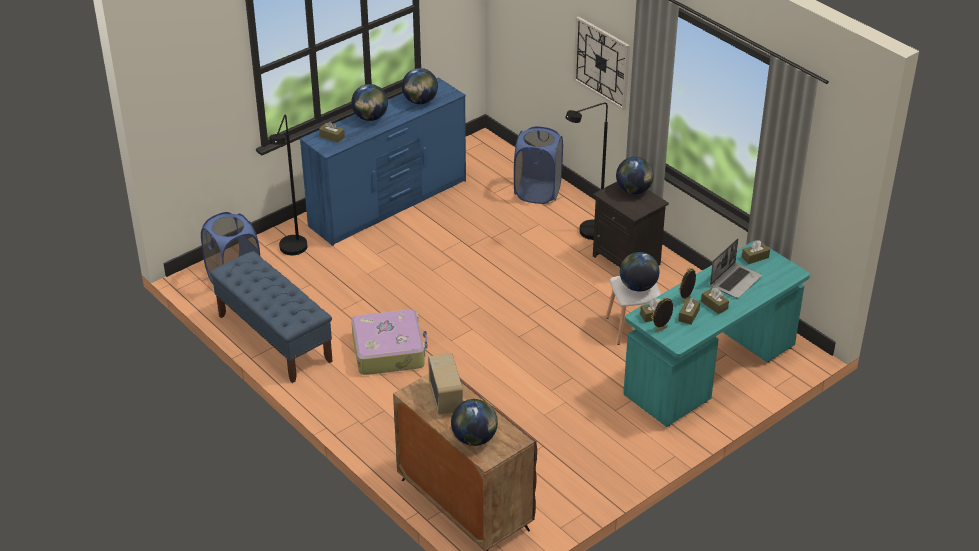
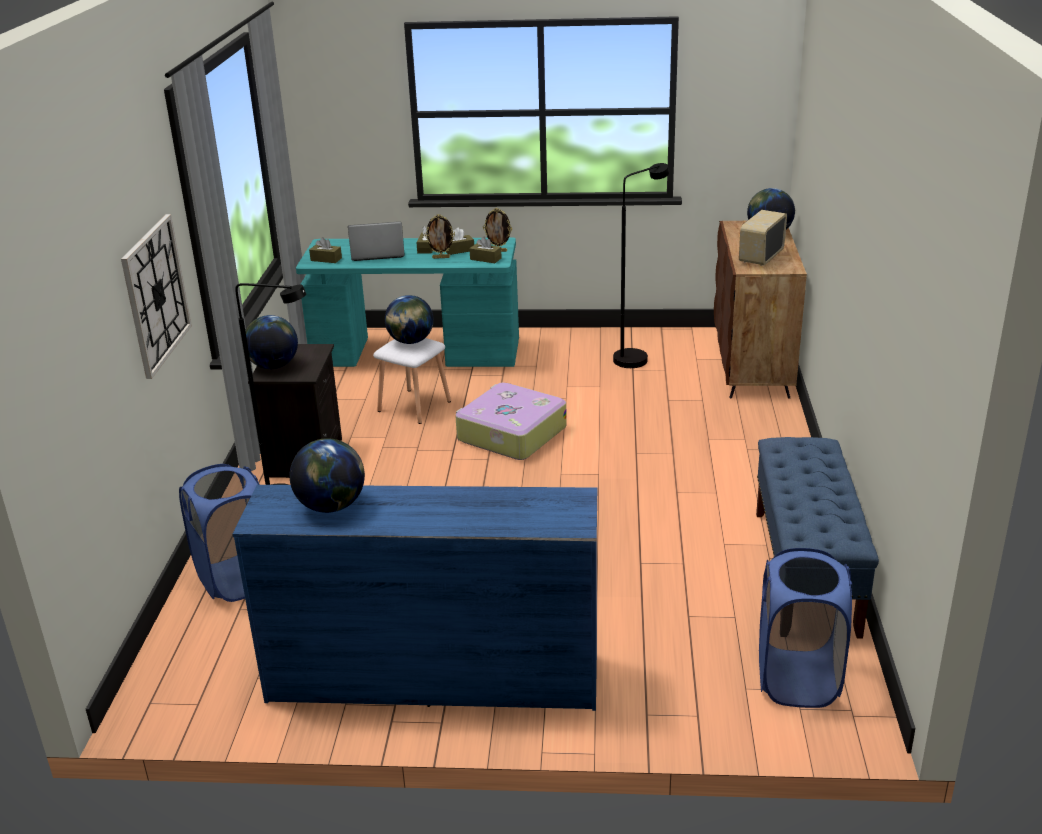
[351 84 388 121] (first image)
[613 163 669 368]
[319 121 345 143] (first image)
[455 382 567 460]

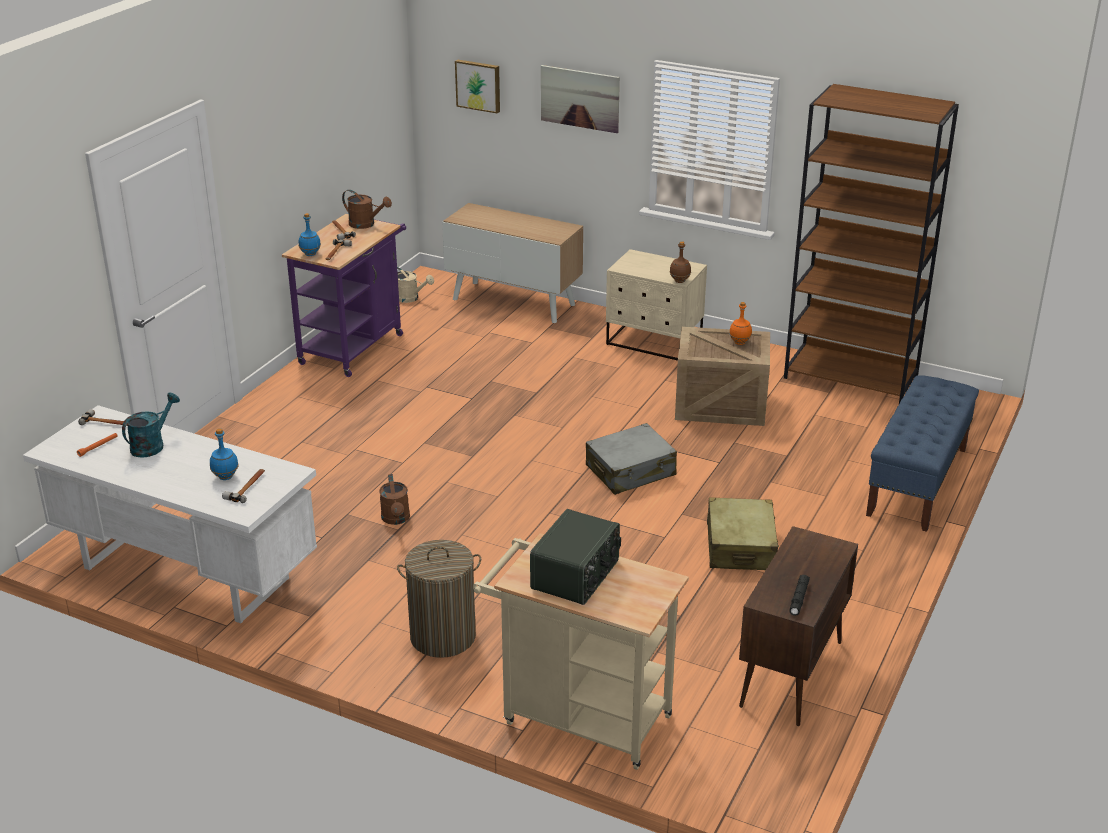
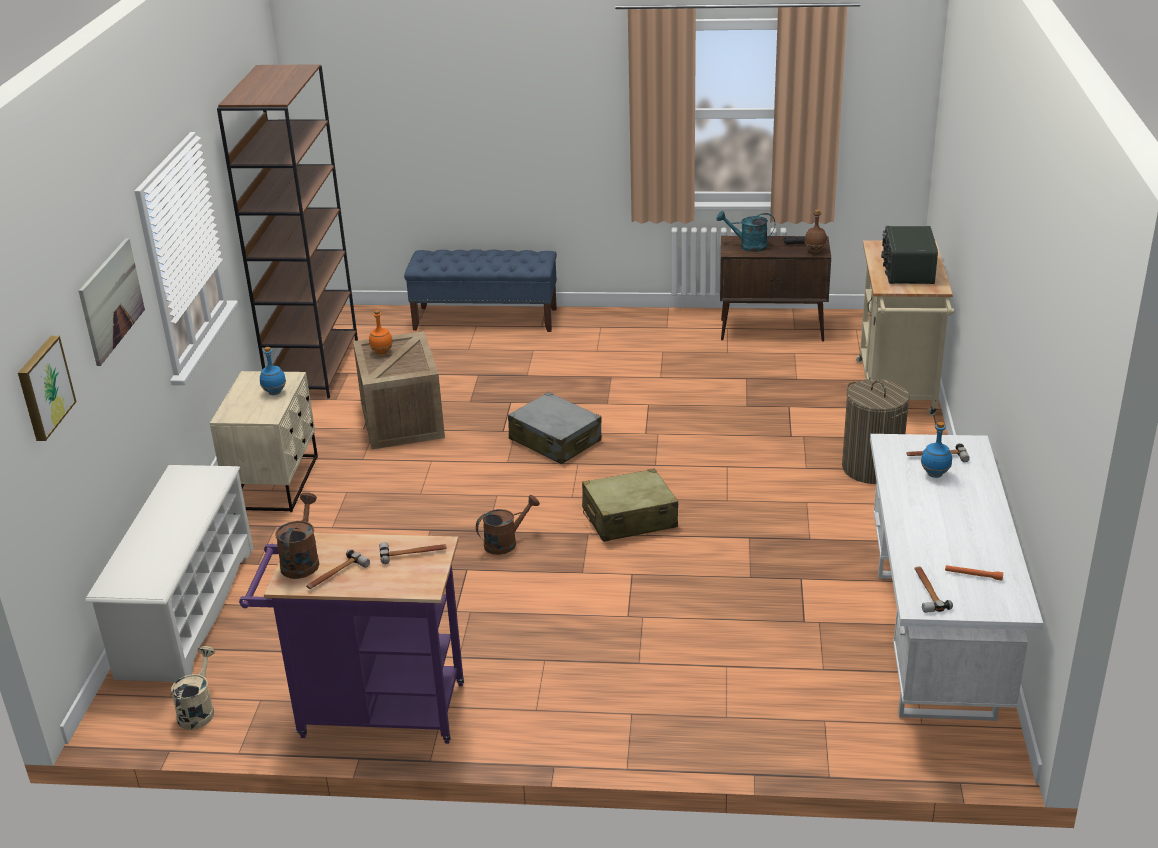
[85 465 253 682]
[260 347 286 395]
[805 210 827 253]
[716 211 775 252]
[476 495 540 555]
[582 469 678 542]
[881 226 938 284]

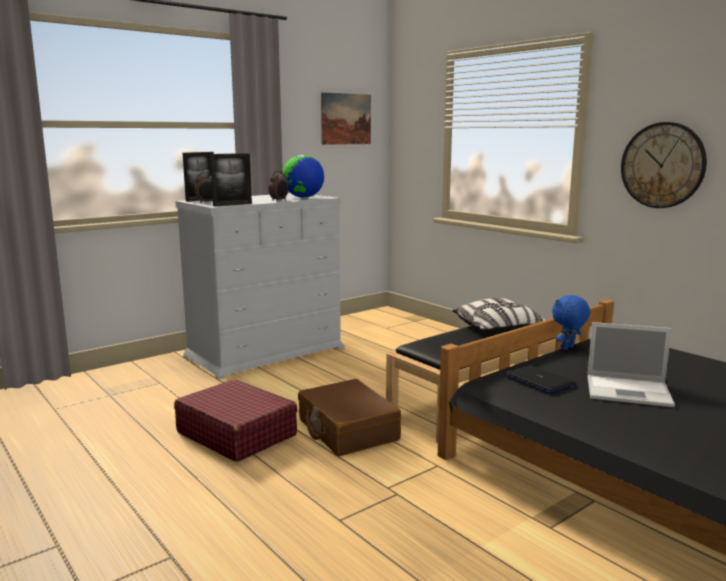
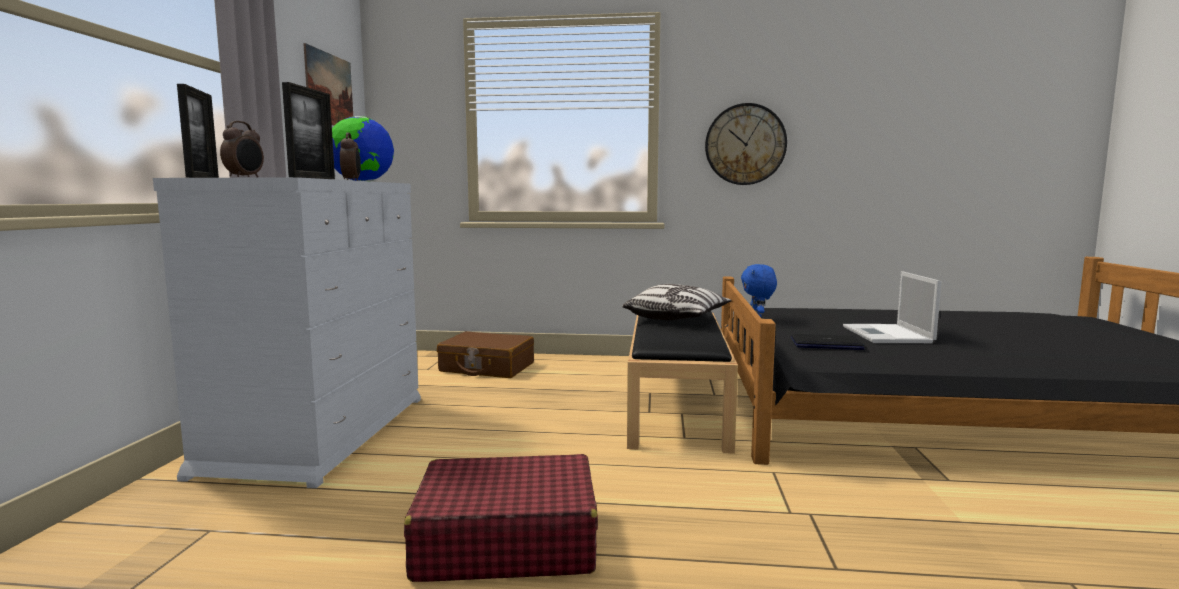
[843 271 941 343]
[437 331 534 378]

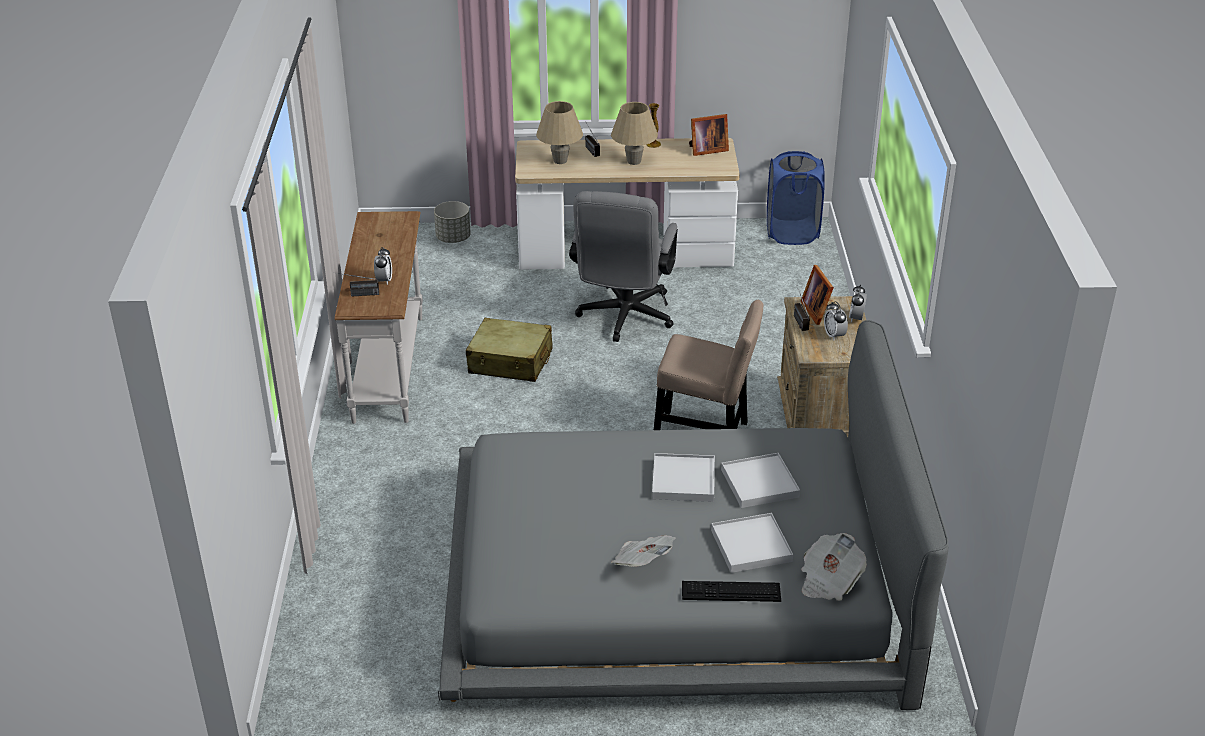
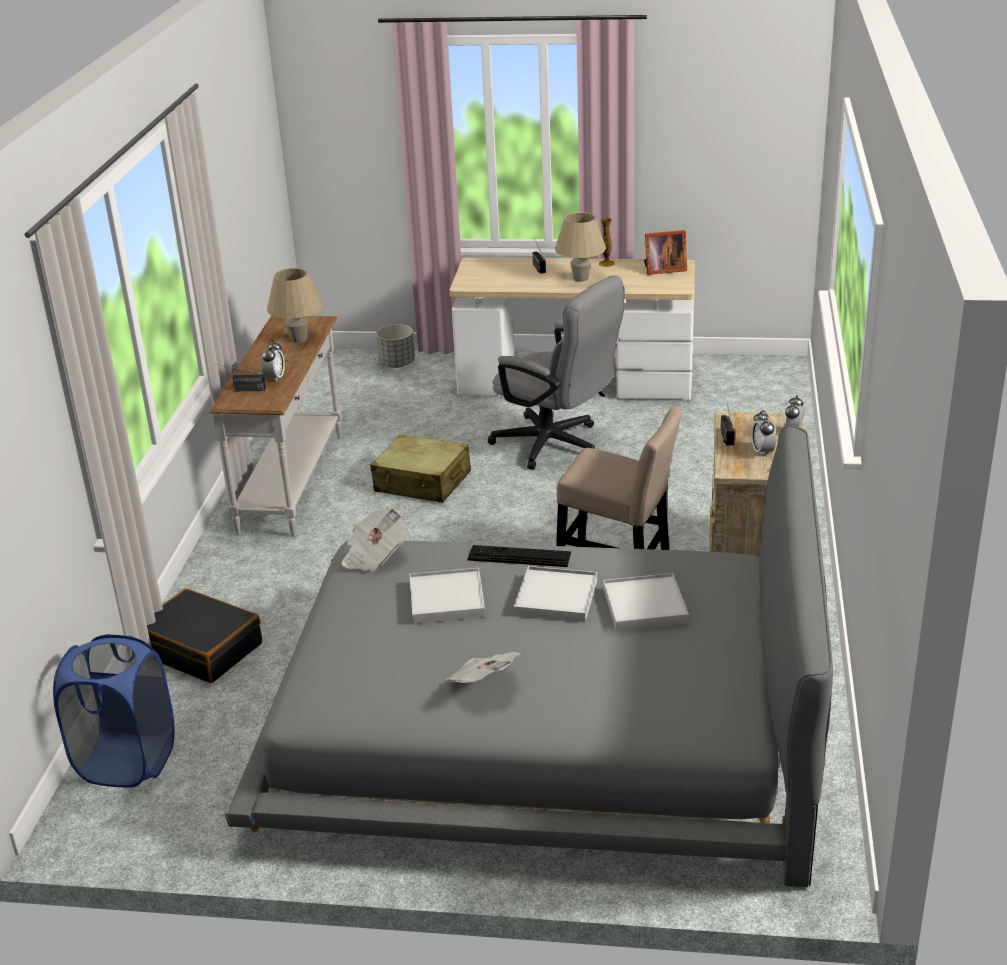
[267 268 323 343]
[53 634 174 788]
[488 275 625 470]
[801 265 834 325] (first image)
[409 568 485 624]
[341 508 408 572]
[468 545 571 567]
[147 589 262 683]

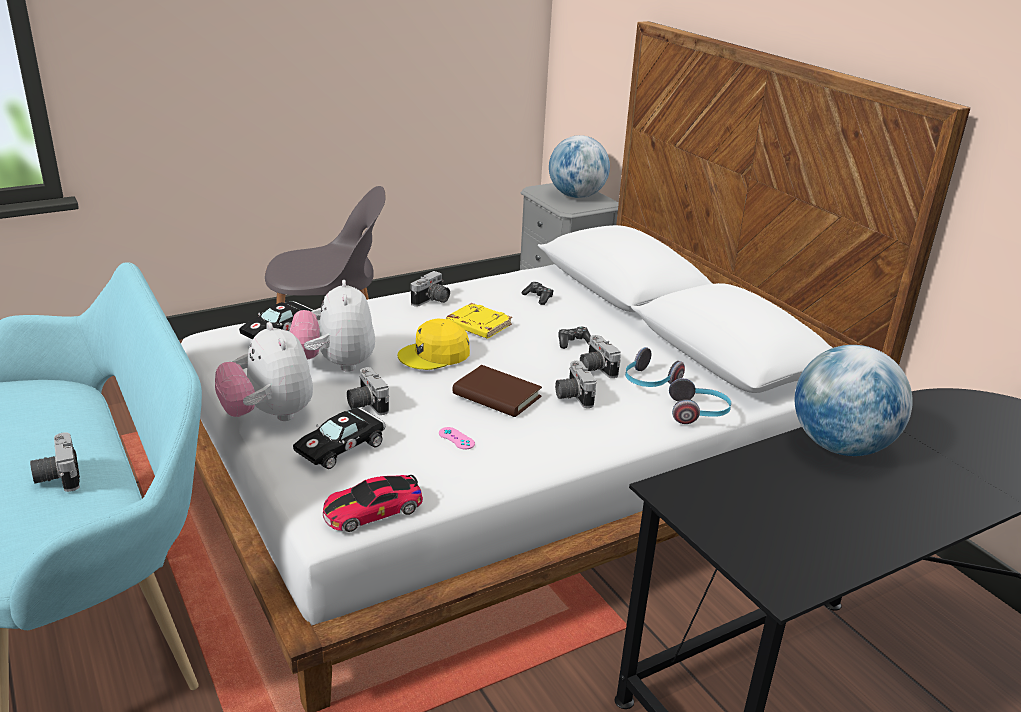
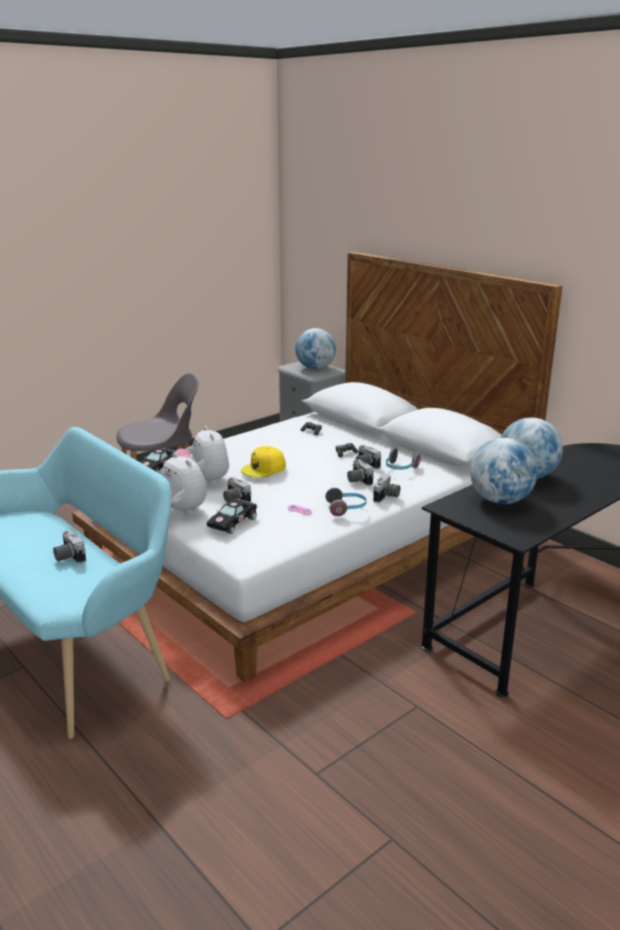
[373 474 400 503]
[446 303 512 339] (first image)
[452 365 542 417] (first image)
[325 488 366 516]
[323 475 423 532] (first image)
[470 438 538 504]

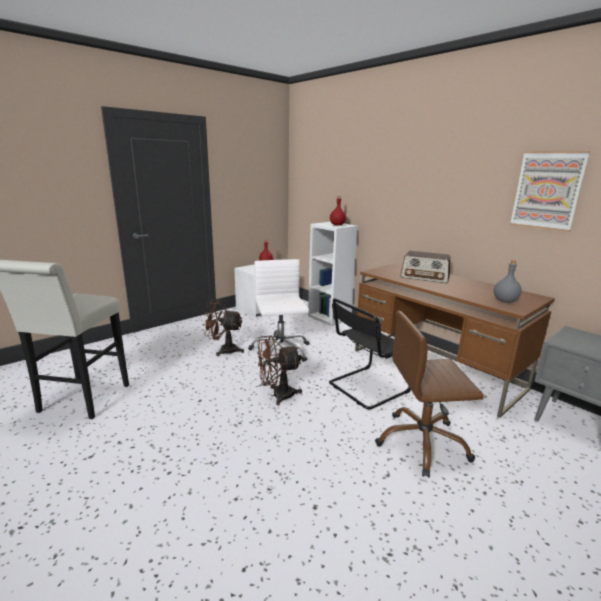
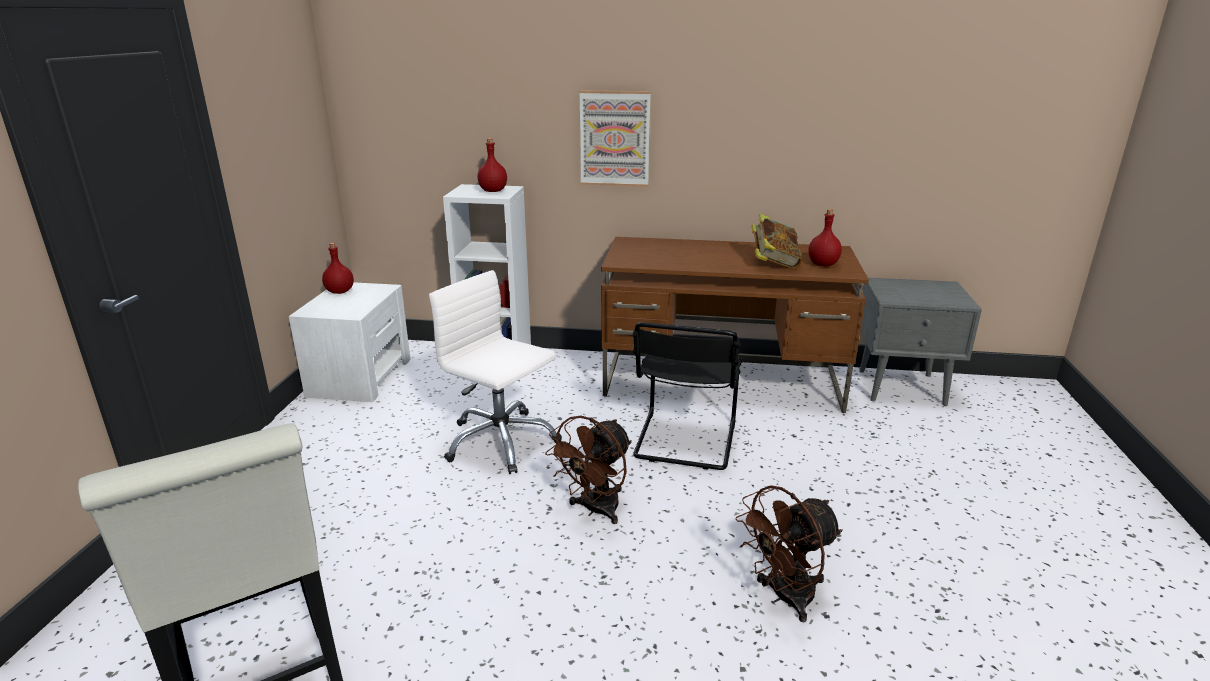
[579 90 651 187]
[400 251 450 283] (first image)
[808 209 842 266]
[736 485 843 623]
[375 311 484 478] (first image)
[751 214 802 269]

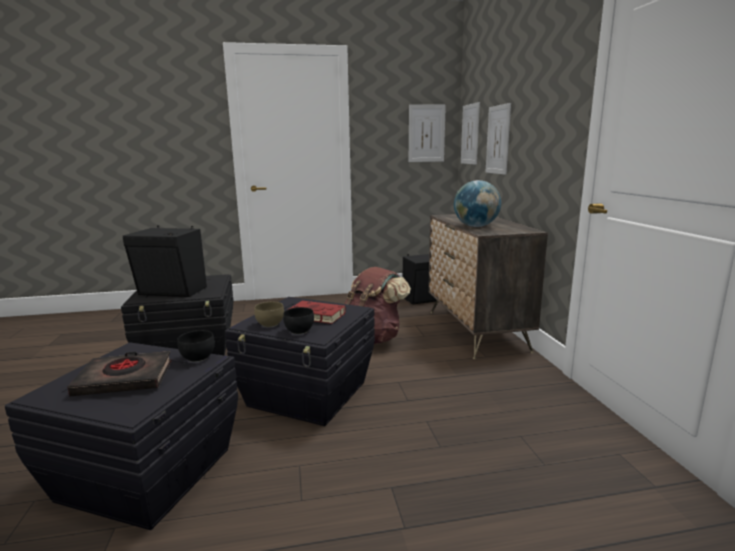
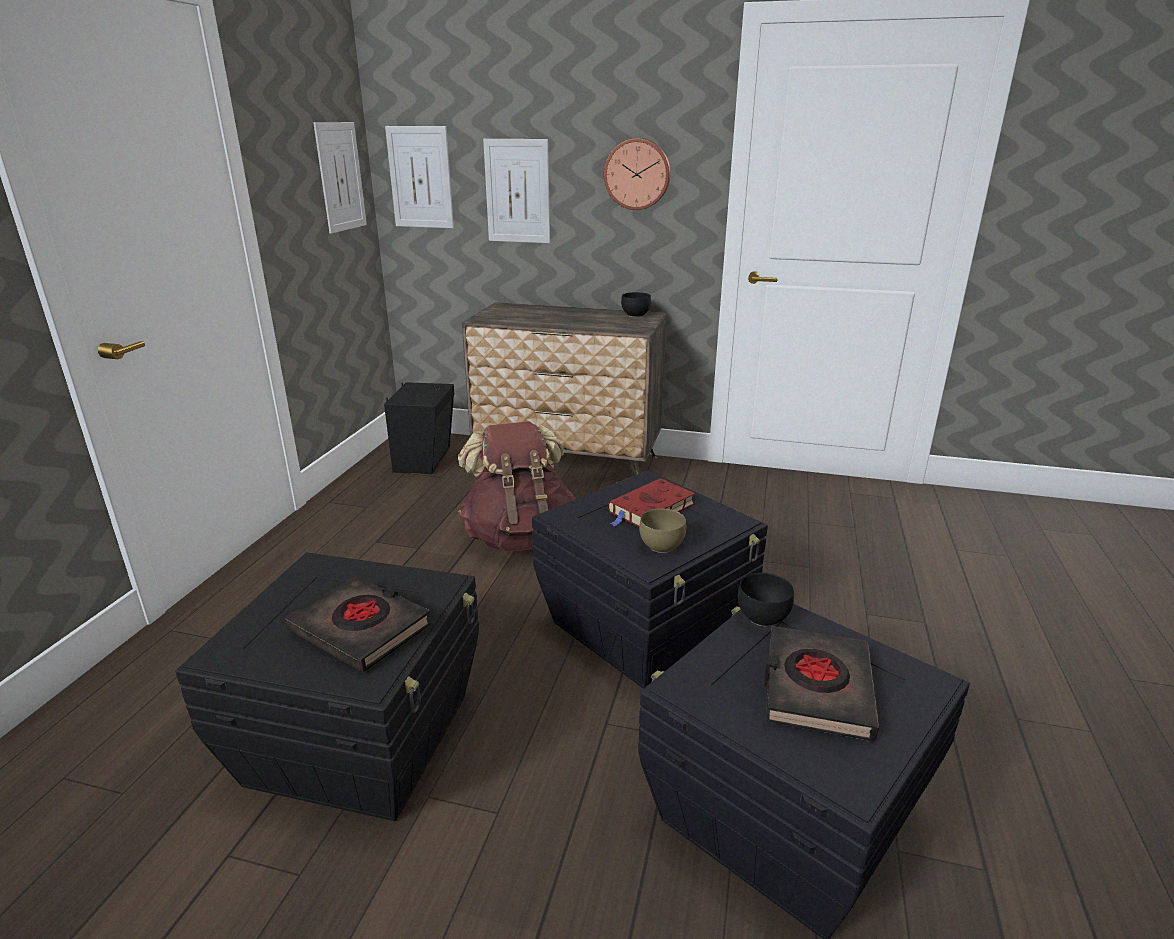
[454 180 501 227] (first image)
[285 576 432 673]
[621 292 651 317]
[604 138 670 210]

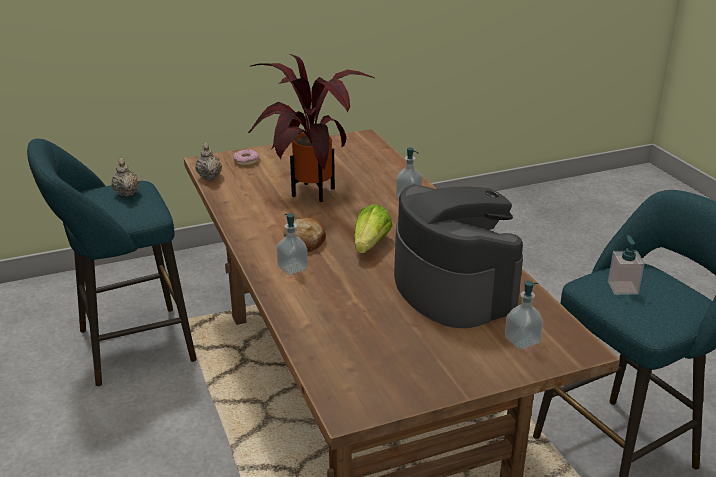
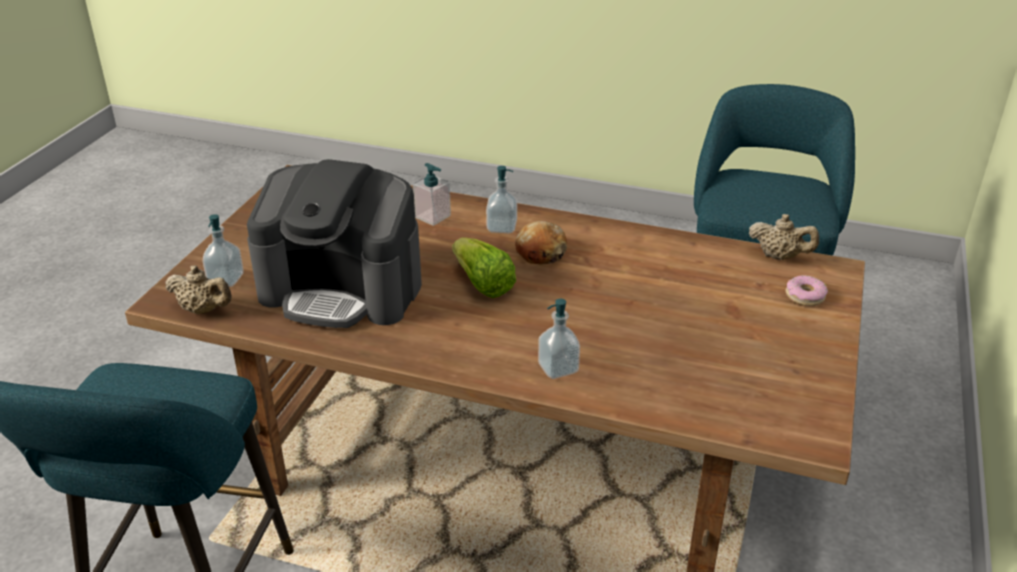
[248 54 376 202] (first image)
[165 265 232 314]
[413 163 451 226]

